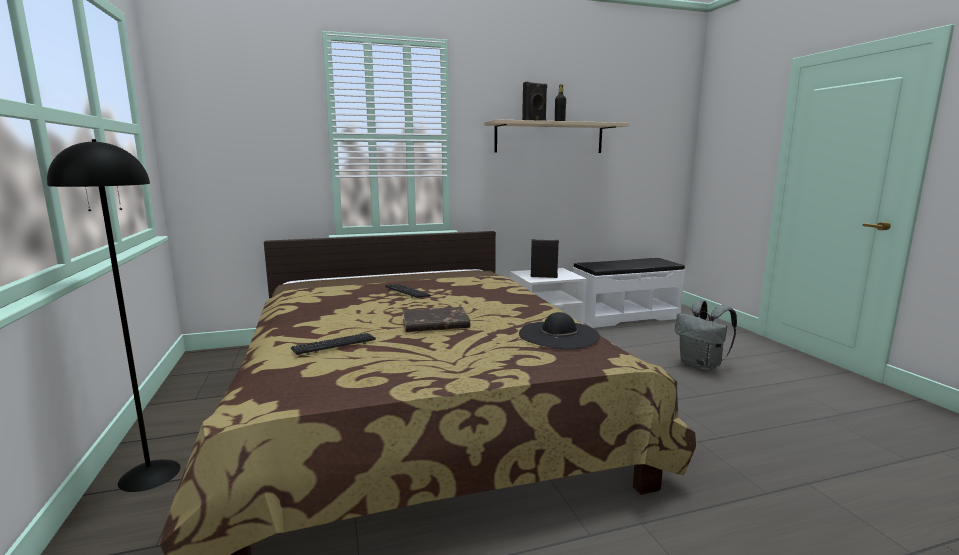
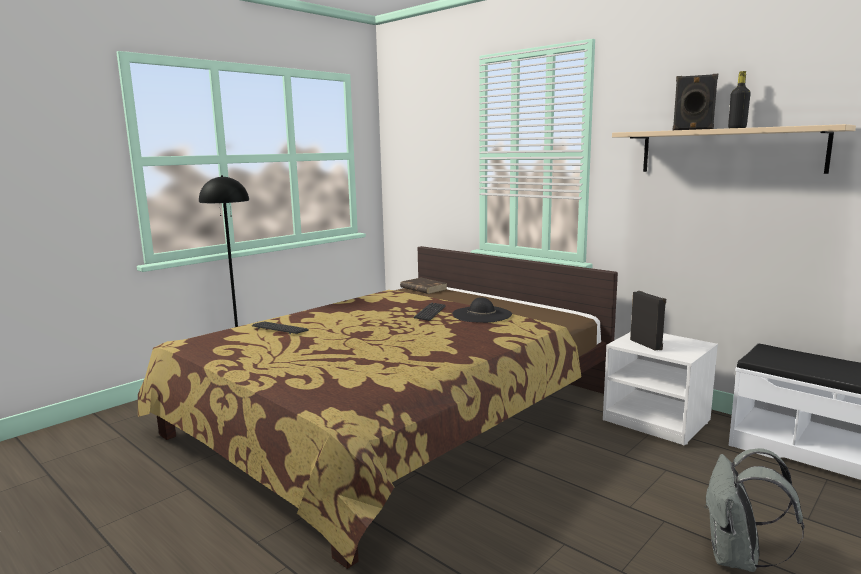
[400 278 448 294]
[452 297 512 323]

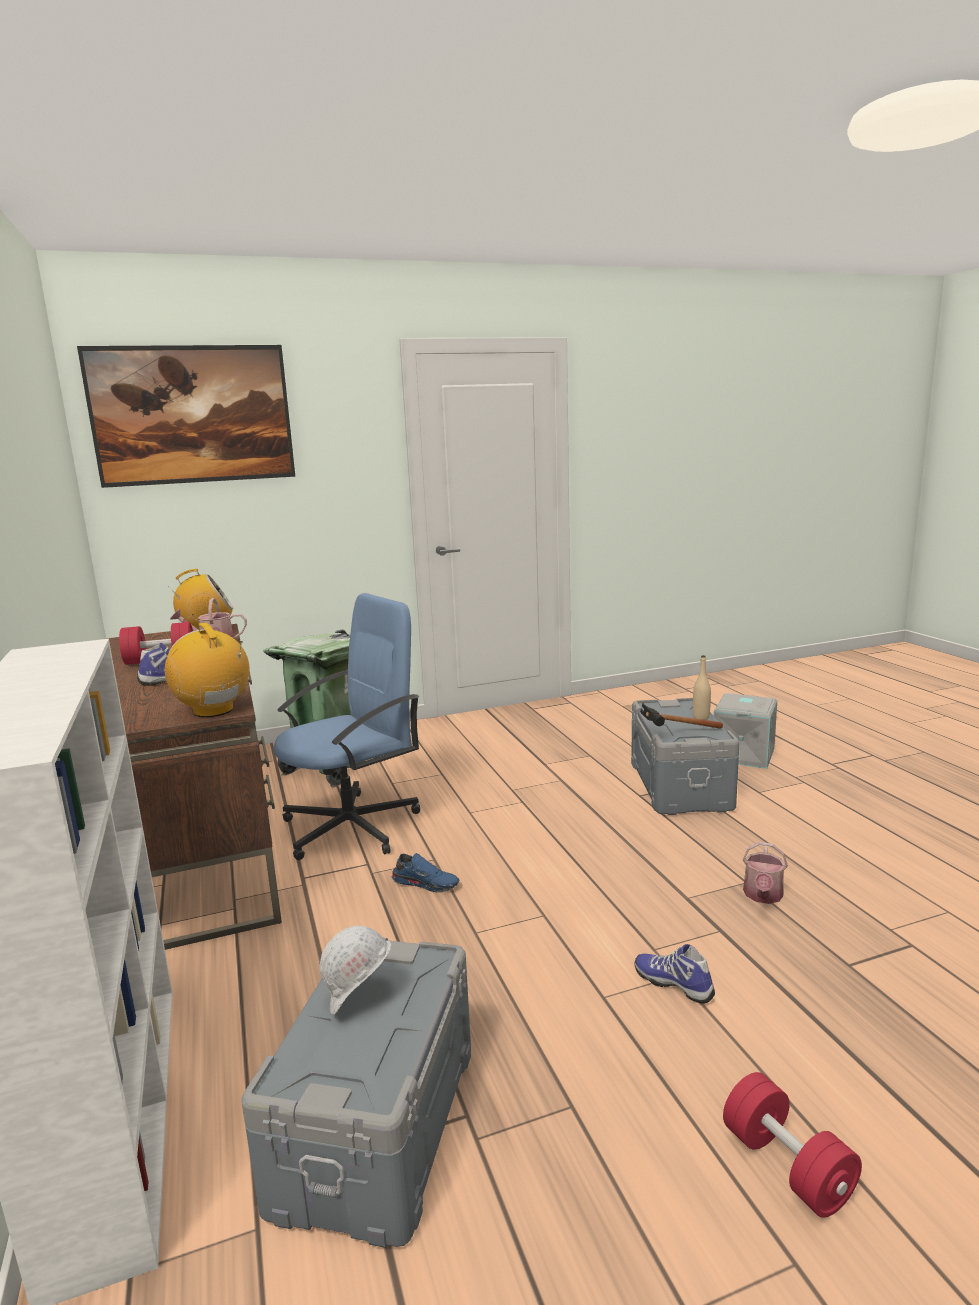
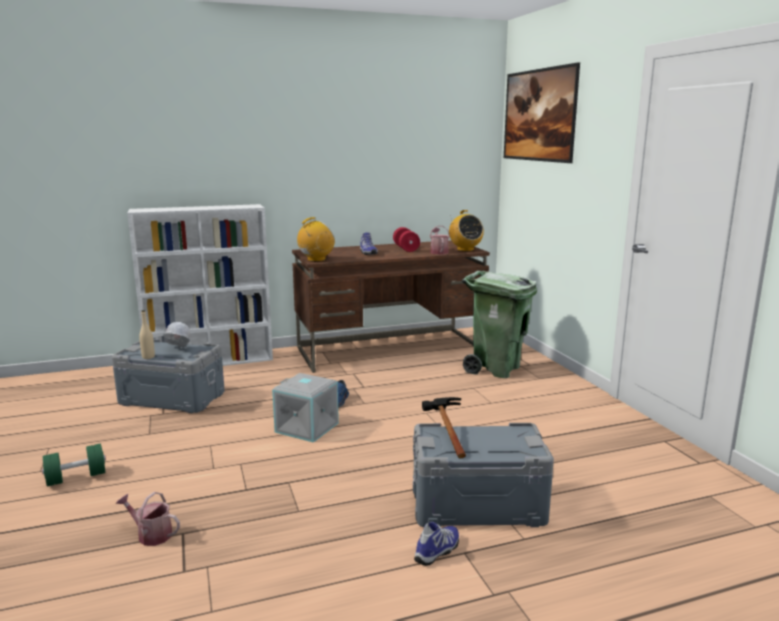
[273 593 420 860] (first image)
[139 310 155 359]
[272 373 339 443]
[116 492 180 546]
[414 522 459 566]
[42 444 106 487]

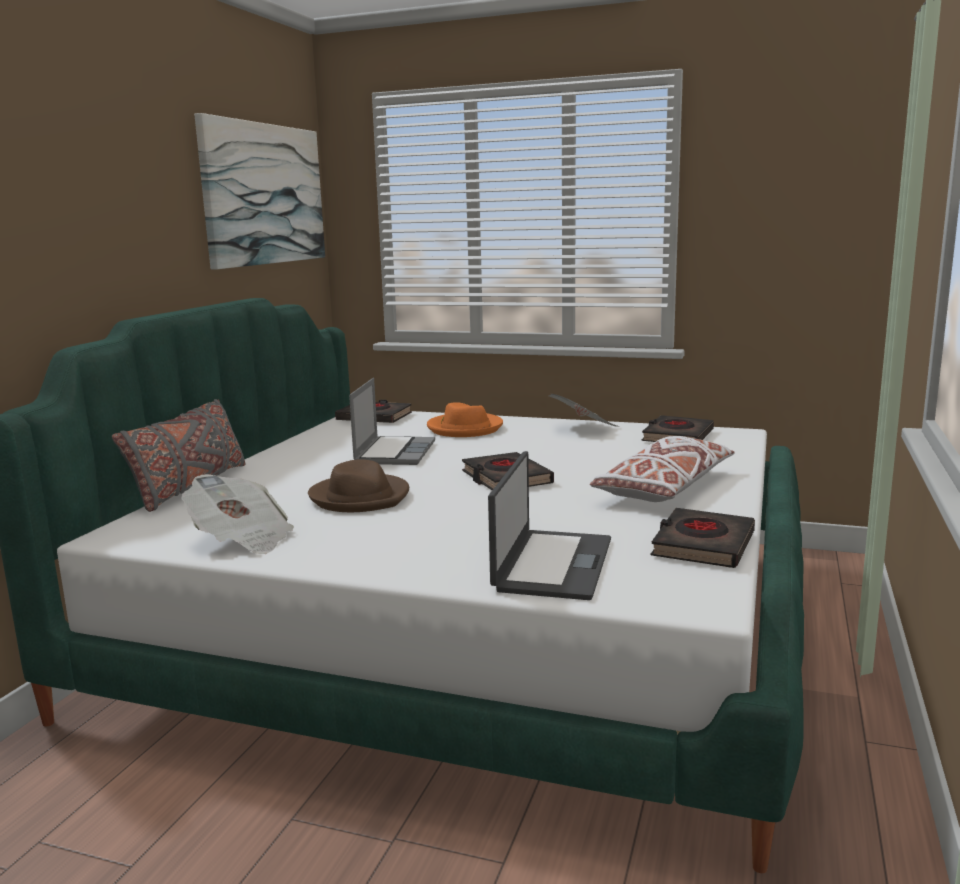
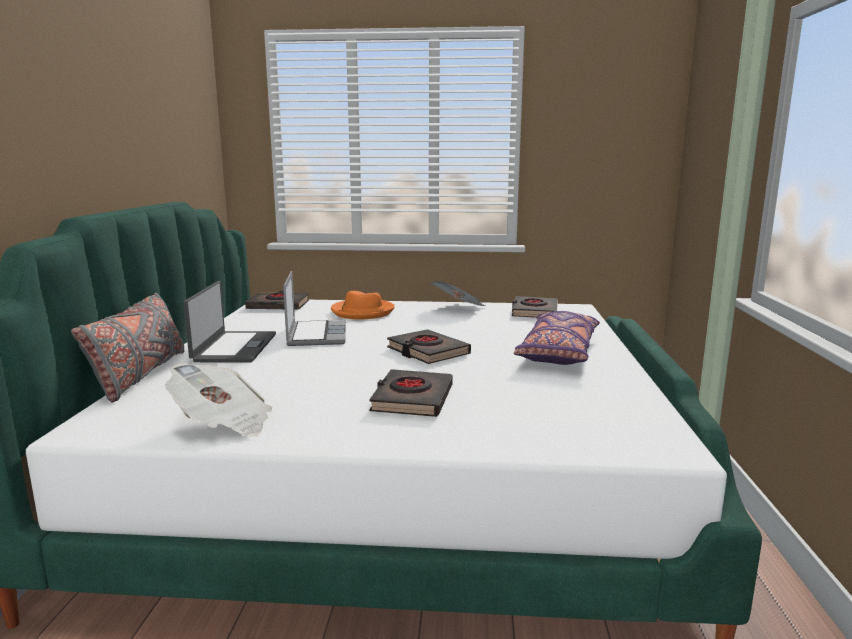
[194 113 325 269] (first image)
[514 311 600 365]
[183 281 276 362]
[308 459 409 512] (first image)
[369 369 453 417]

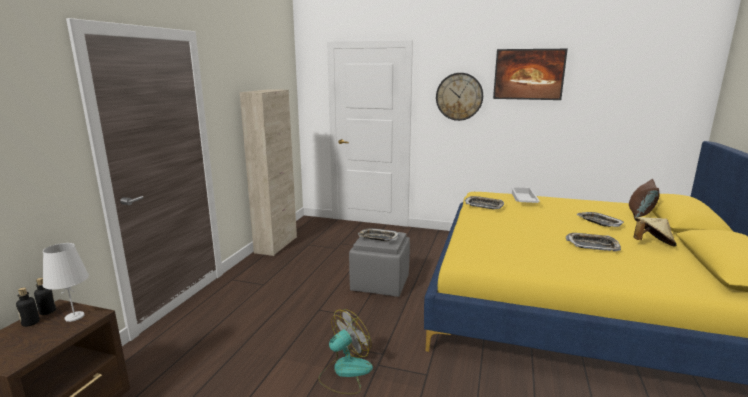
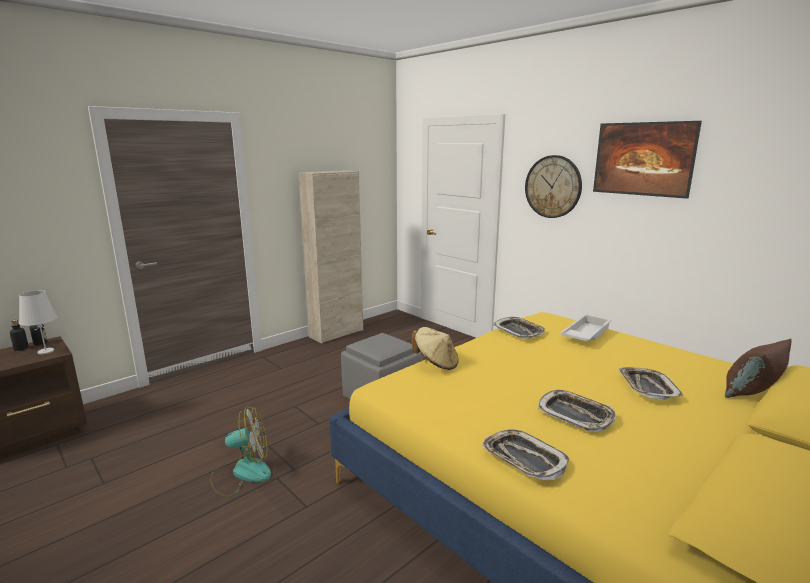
[412 327 459 370]
[482 430 570 480]

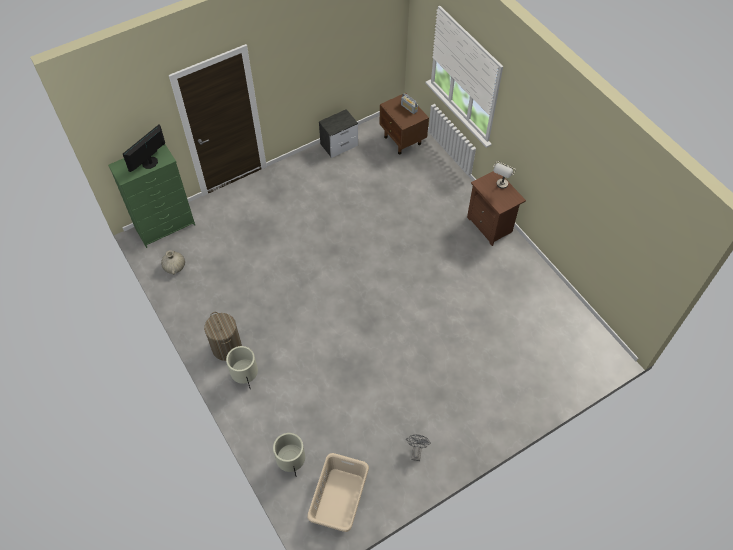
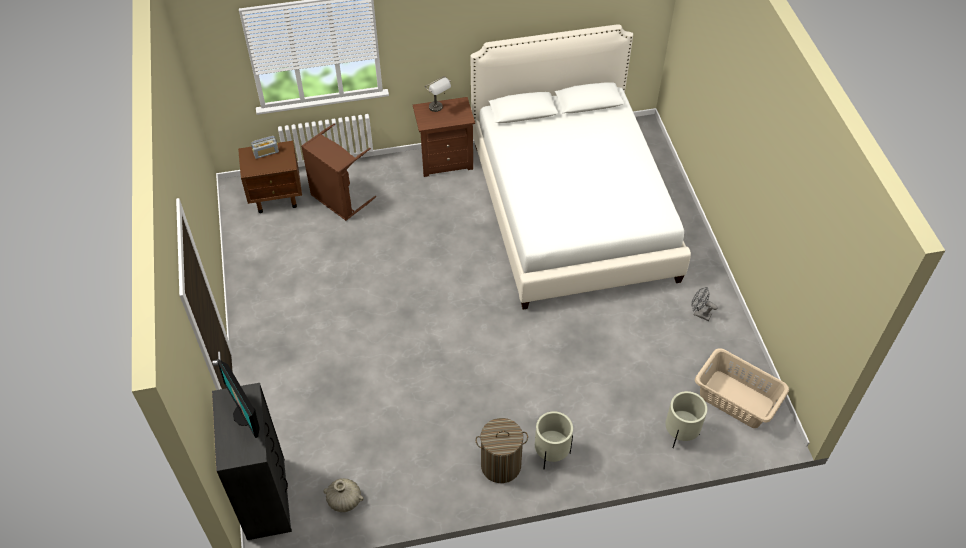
[319 109 358 158] (first image)
[212 383 292 540]
[470 24 691 310]
[301 123 376 221]

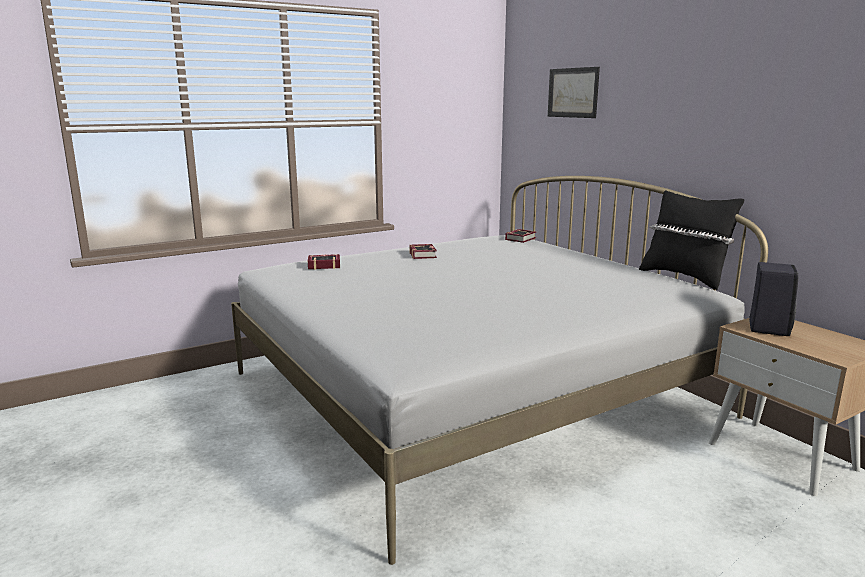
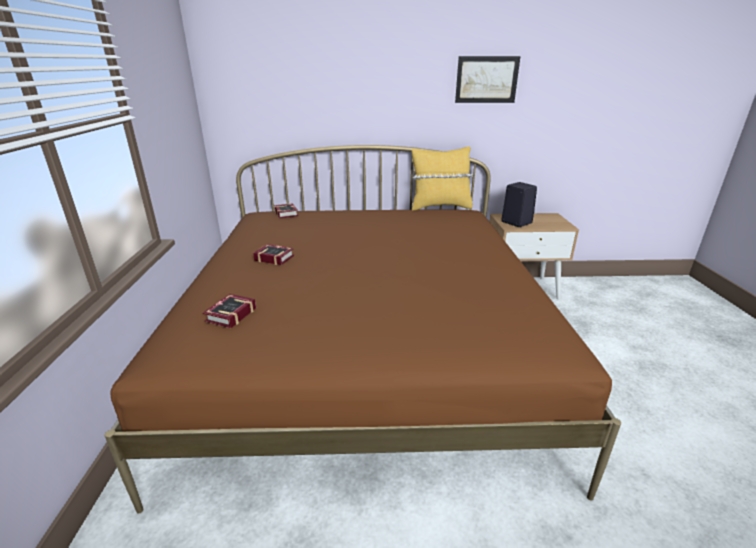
[455 56 521 103]
[105 145 621 514]
[411 147 473 211]

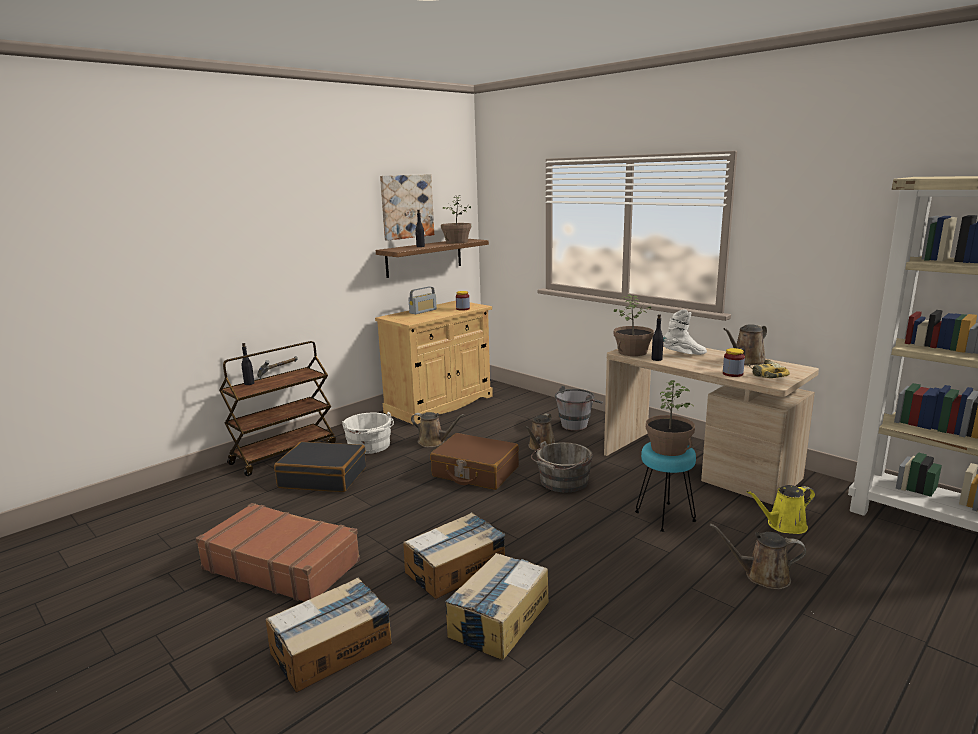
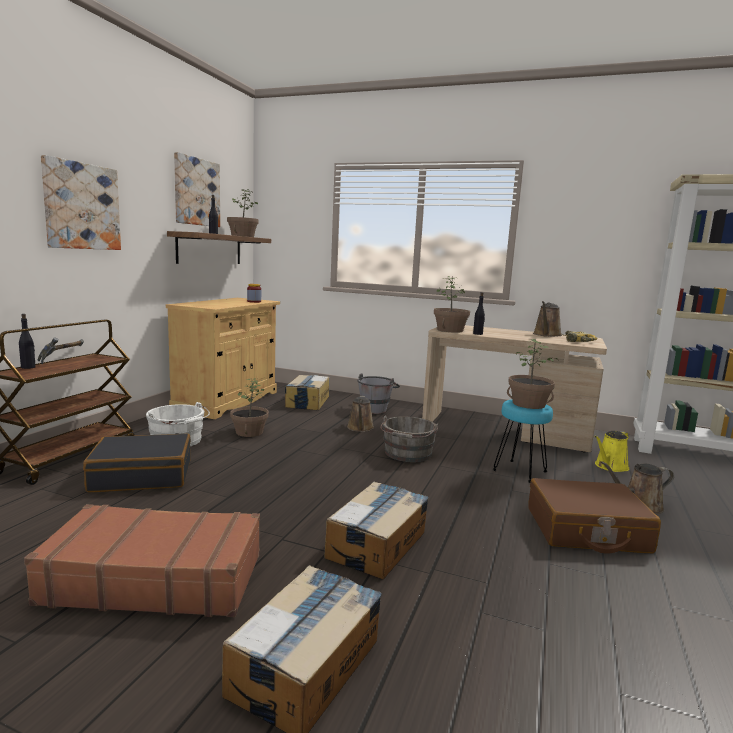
[408 287 437 314] (first image)
[663 309 707 355] (first image)
[723 348 745 377] (first image)
[230 379 269 437]
[528 478 661 554]
[285 375 329 410]
[41 155 121 250]

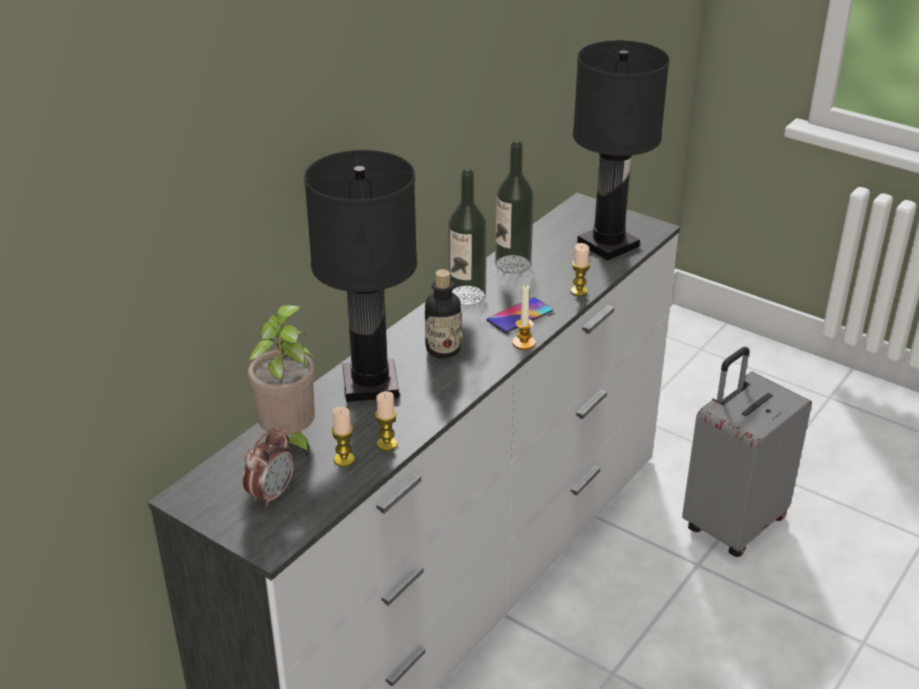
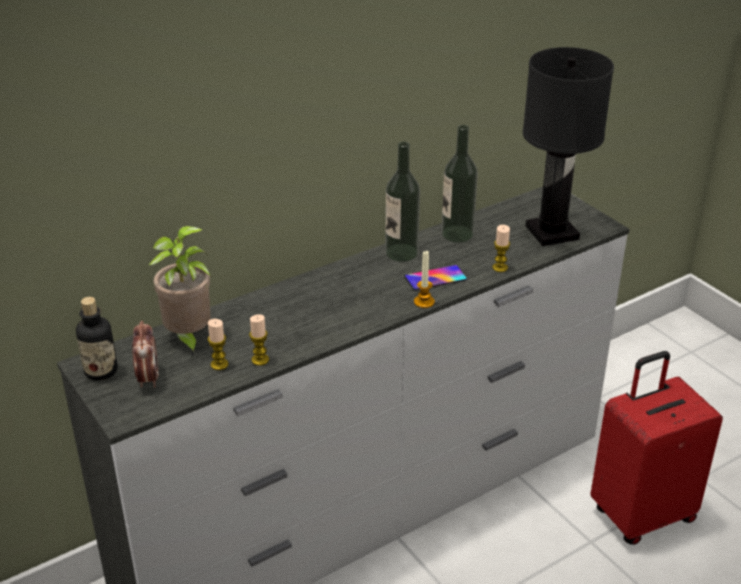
[304 150 417 402] (first image)
[76 297 118 381]
[590 351 723 545]
[132 321 158 388]

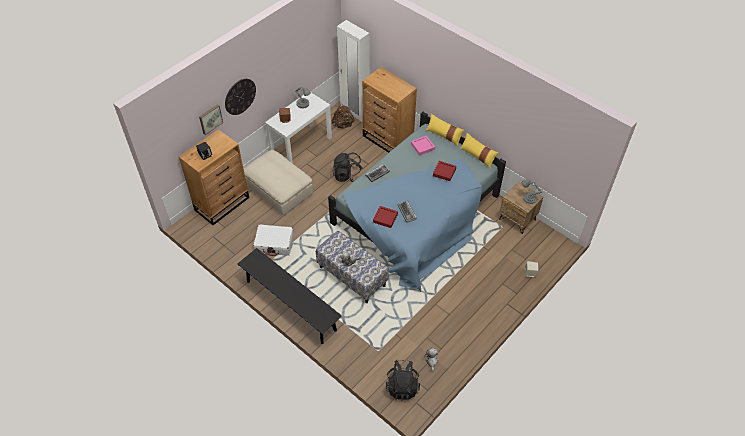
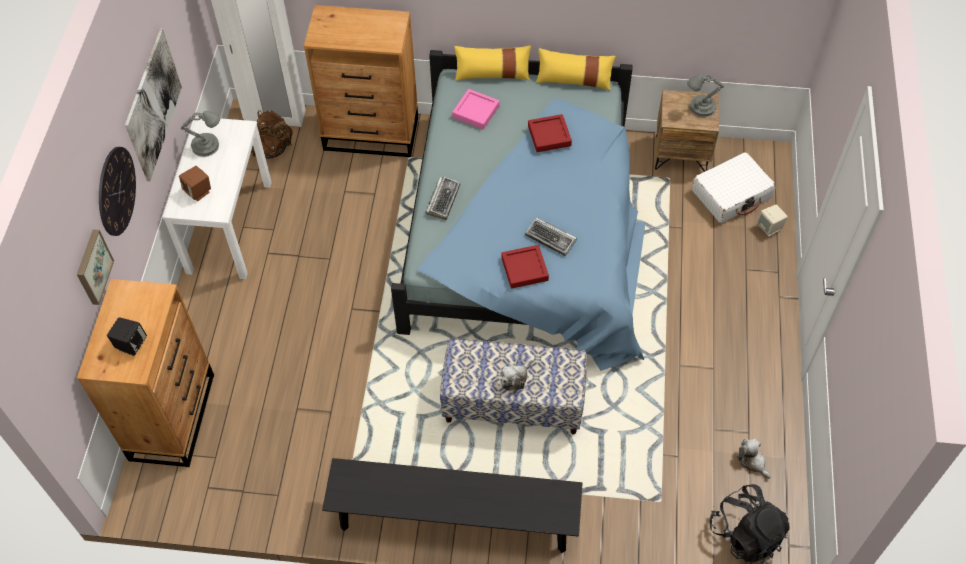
[244 150 313 216] (first image)
[333 152 363 182] (first image)
[692 152 776 223]
[125 29 182 181]

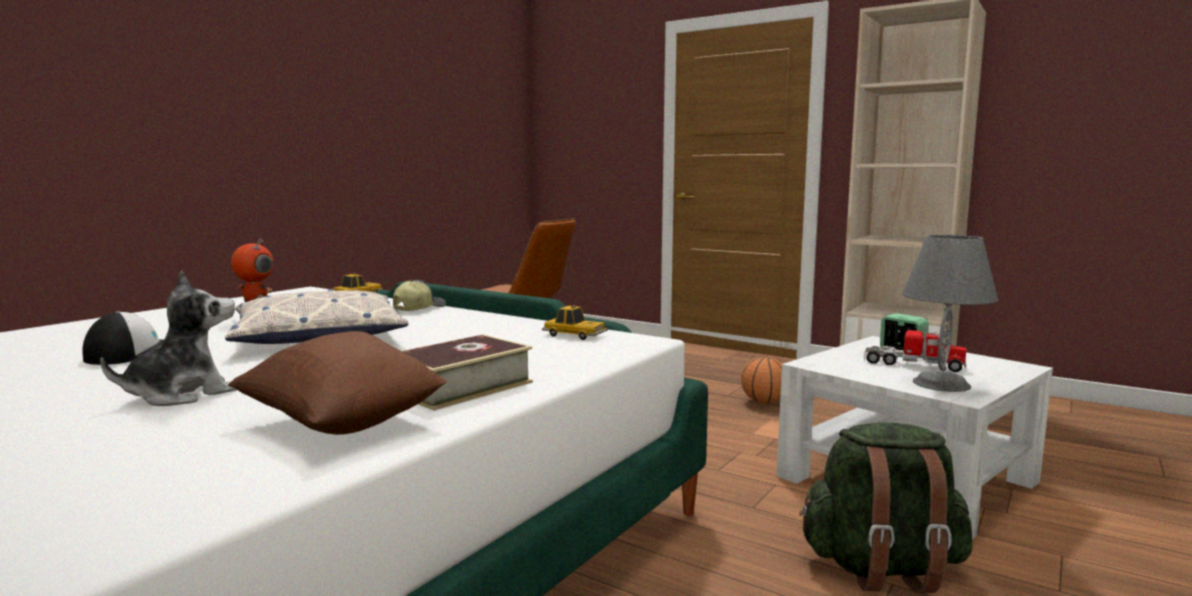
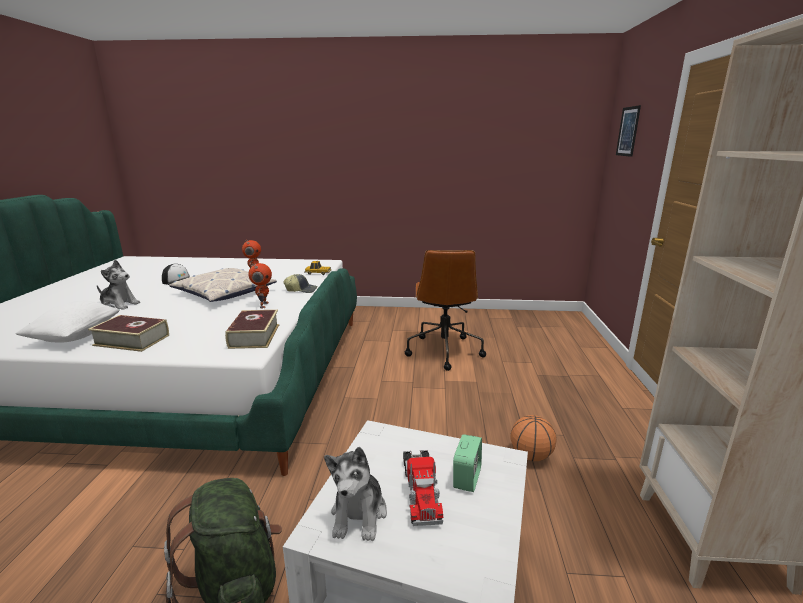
[324 447 387 541]
[225 310 279 349]
[15 301 120 342]
[616 105 641 157]
[248 263 272 308]

